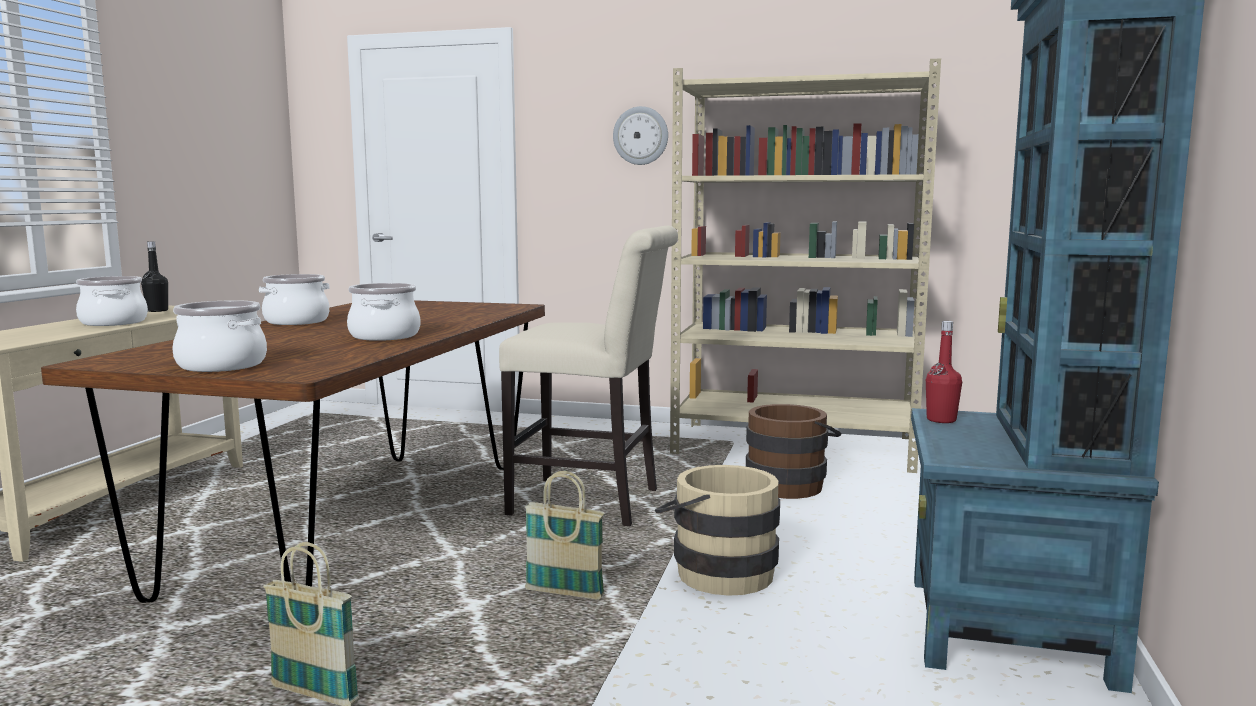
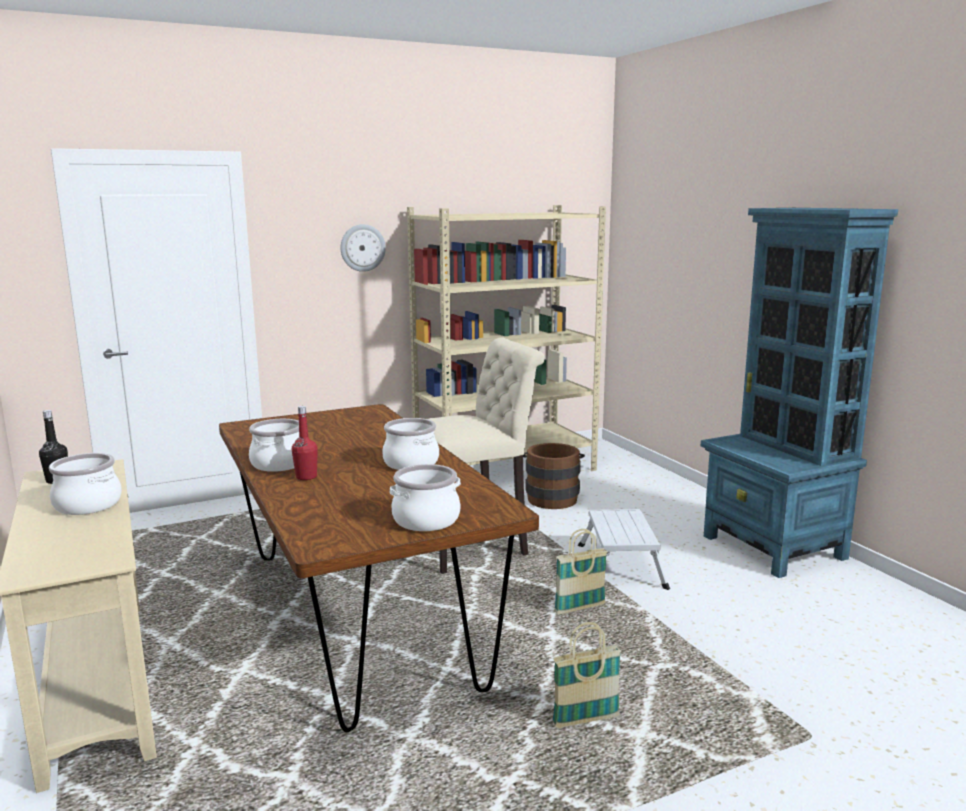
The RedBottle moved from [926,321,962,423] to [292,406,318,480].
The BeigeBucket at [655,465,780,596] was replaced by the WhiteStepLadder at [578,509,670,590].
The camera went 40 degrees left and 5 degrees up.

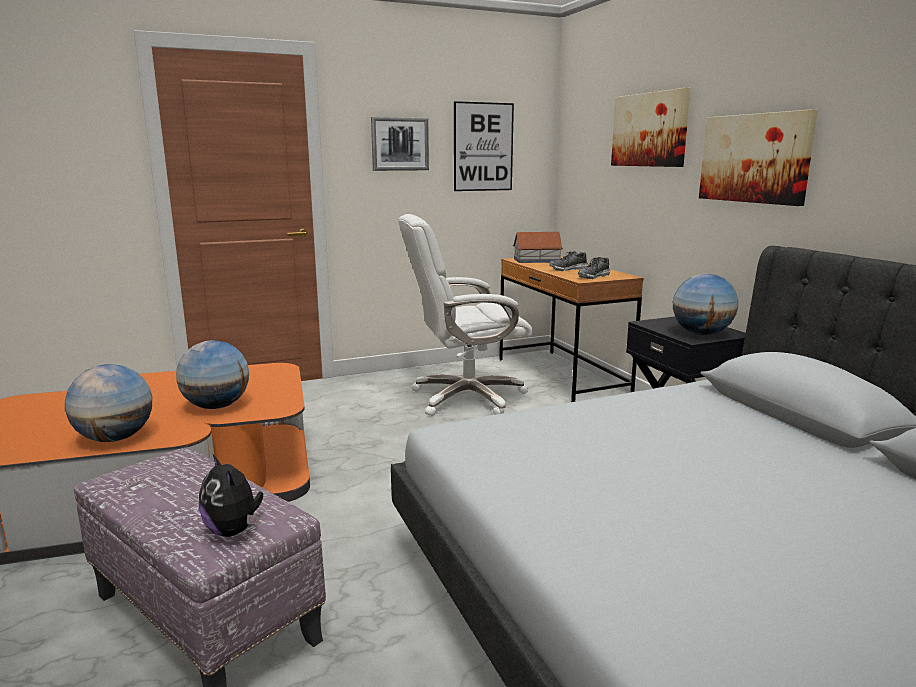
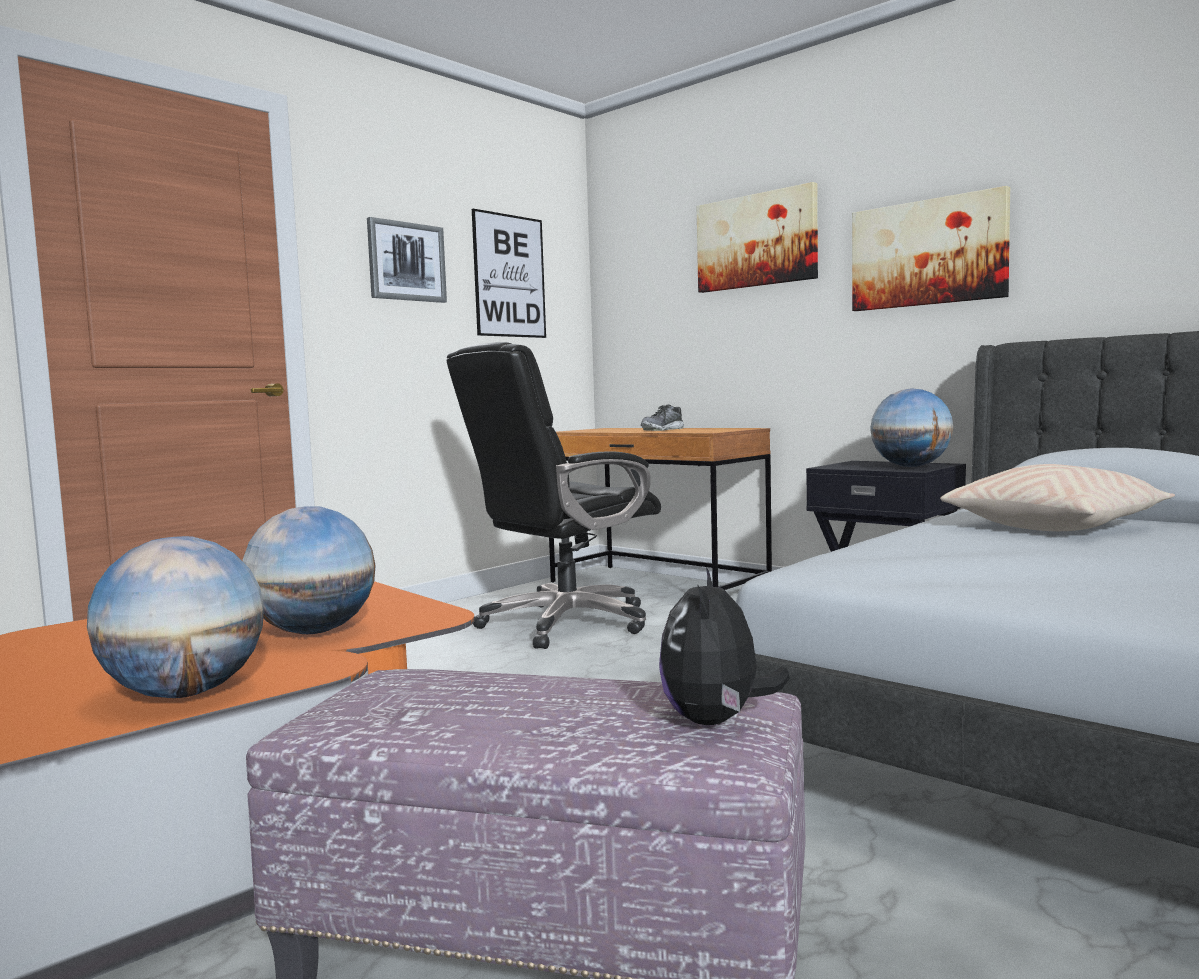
The WhiteOfficeChair at [398,214,533,416] became the BlackOfficeChair at [446,342,661,649].
The PlushToy at [199,454,263,537] turned 75 degrees clockwise.
The BeigePillow at [940,464,1175,531] appeared.
The ToyHouse at [513,232,563,263] disappeared.
The Shoe at [578,257,610,279] disappeared.
The camera went 25 degrees left and 10 degrees down.

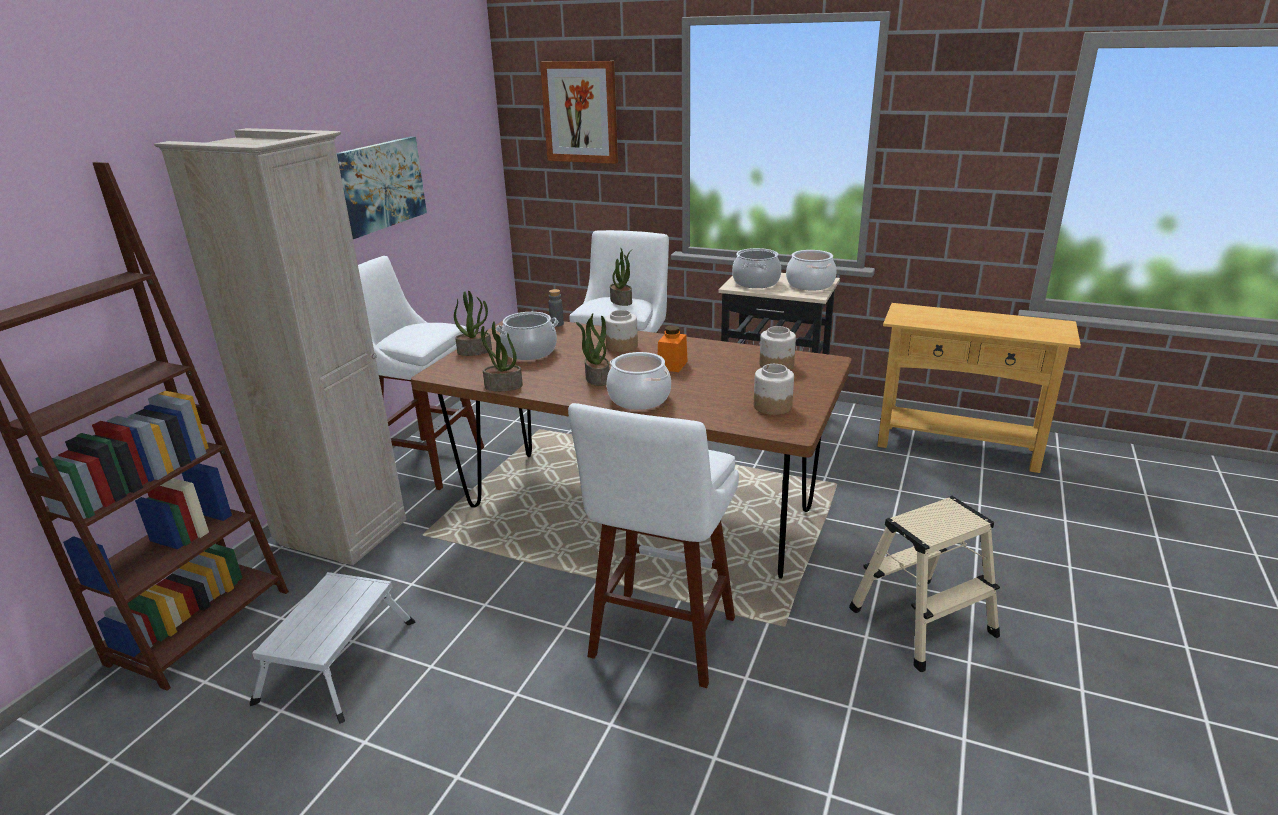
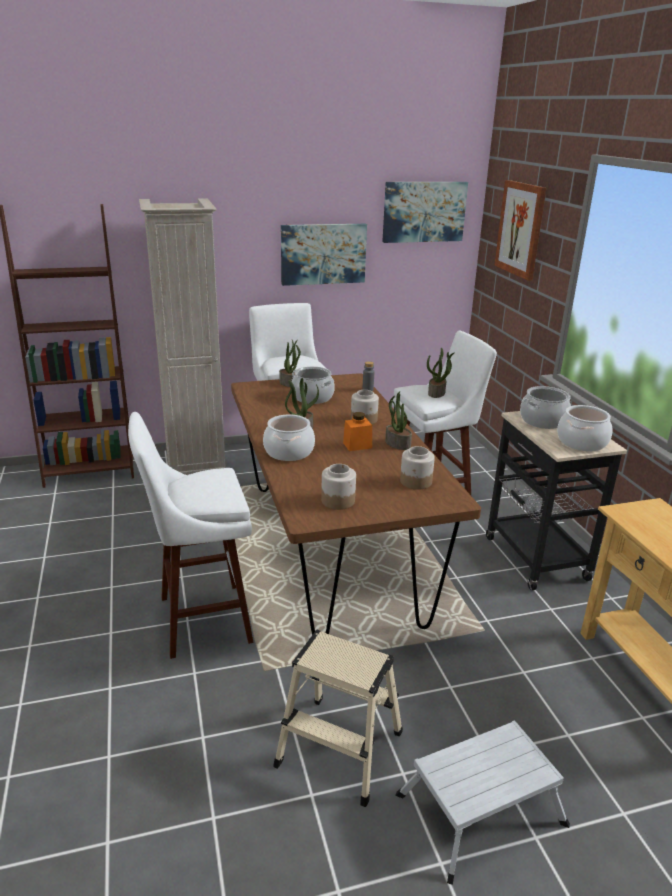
The Picture at [382,182,468,243] appeared.
The PottedPlant moved from [481,321,523,391] to [385,392,412,450].
The WhiteStepLadder moved from [250,572,416,724] to [395,720,570,885].
The camera went 50 degrees right and 0 degrees up.

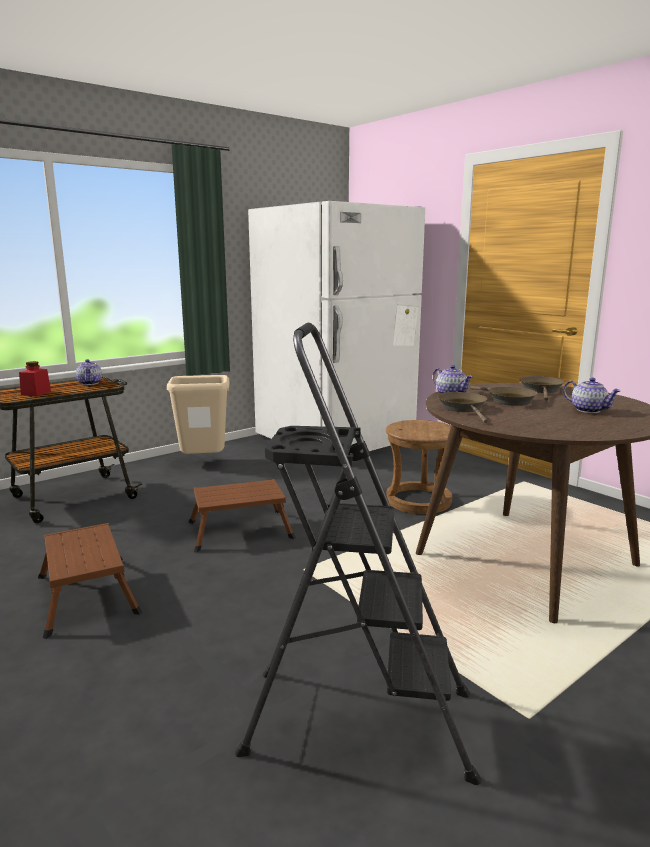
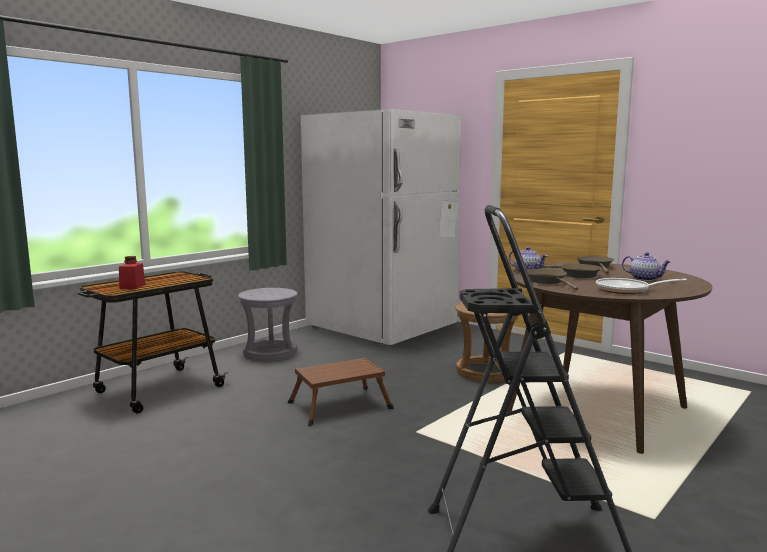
The BeigeTrashCan at [167,375,230,454] was replaced by the GreyStool at [238,288,298,361].
The FryingPan at [596,278,687,294] appeared.
The BrownStepLadder at [38,523,142,639] disappeared.
The Teapot at [76,359,102,385] disappeared.
The camera went 10 degrees left and 5 degrees down.

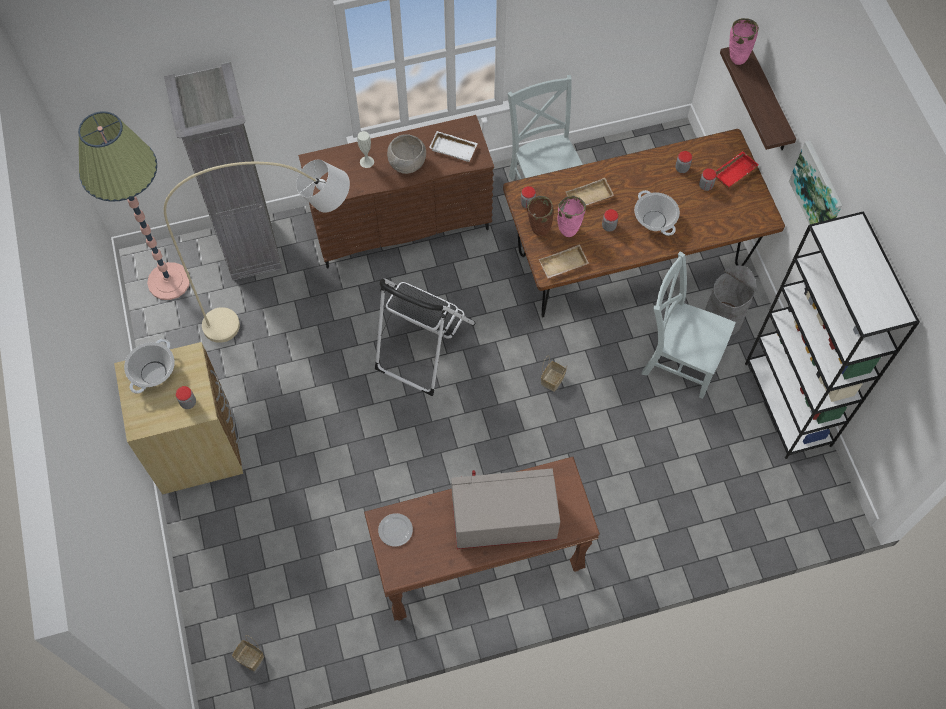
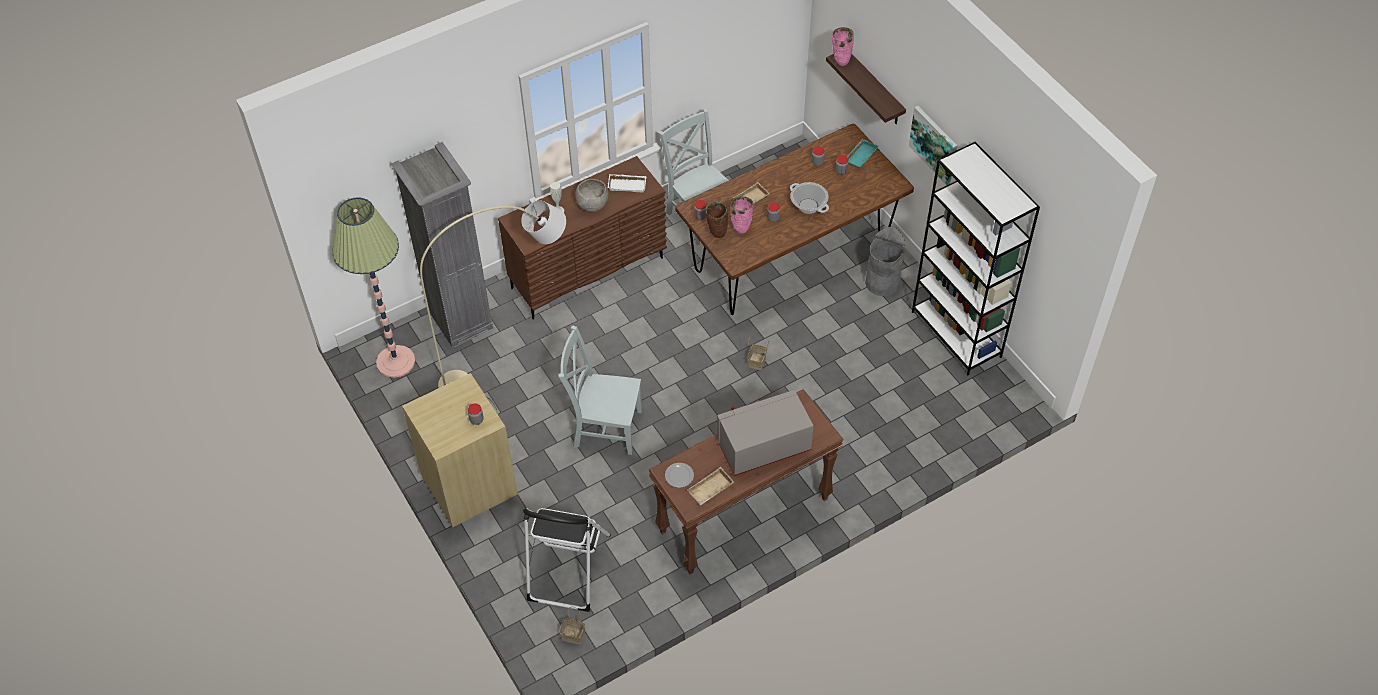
The StepLadder moved from [375,279,475,396] to [523,508,611,612].
The GreyChair moved from [642,251,736,399] to [558,325,642,455].
The BeigeTray moved from [539,245,589,278] to [687,467,734,505].
The RedTray at [715,151,758,188] became the TurquoiseTray at [847,139,878,169].
The CookingPot at [124,339,175,394] disappeared.
The camera went 15 degrees left and 10 degrees down.

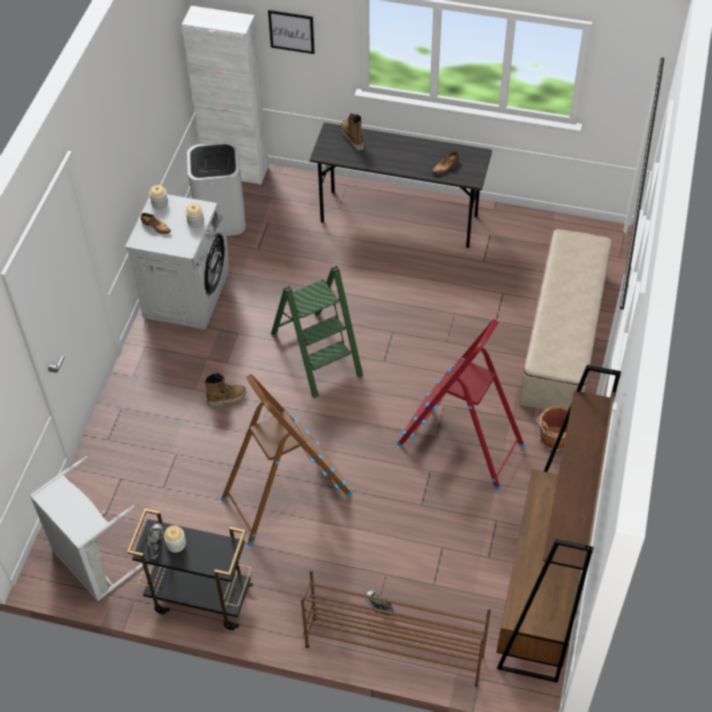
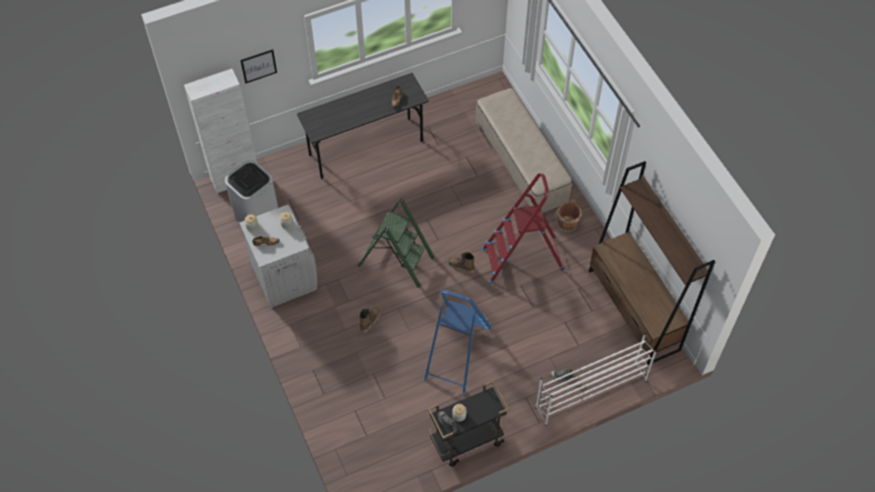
The BrownStepLadder at [221,374,352,546] became the BlueStepLadder at [424,289,492,395].
The Boot moved from [341,113,364,151] to [448,252,475,273].
The BrownShoeRack at [301,570,491,687] became the WhiteShoeRack at [535,333,657,426].
The GreyLaundryBasket at [30,456,143,601] disappeared.
The camera went 40 degrees left and 5 degrees up.

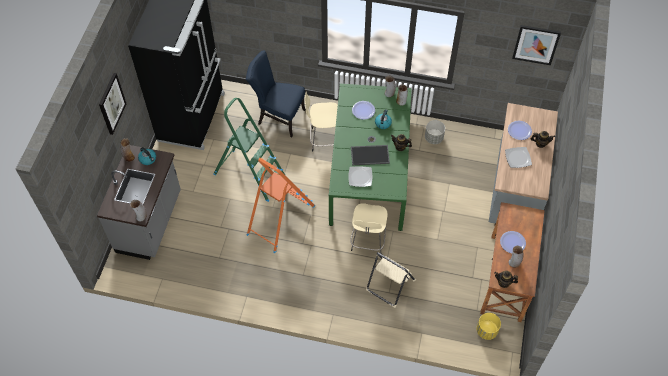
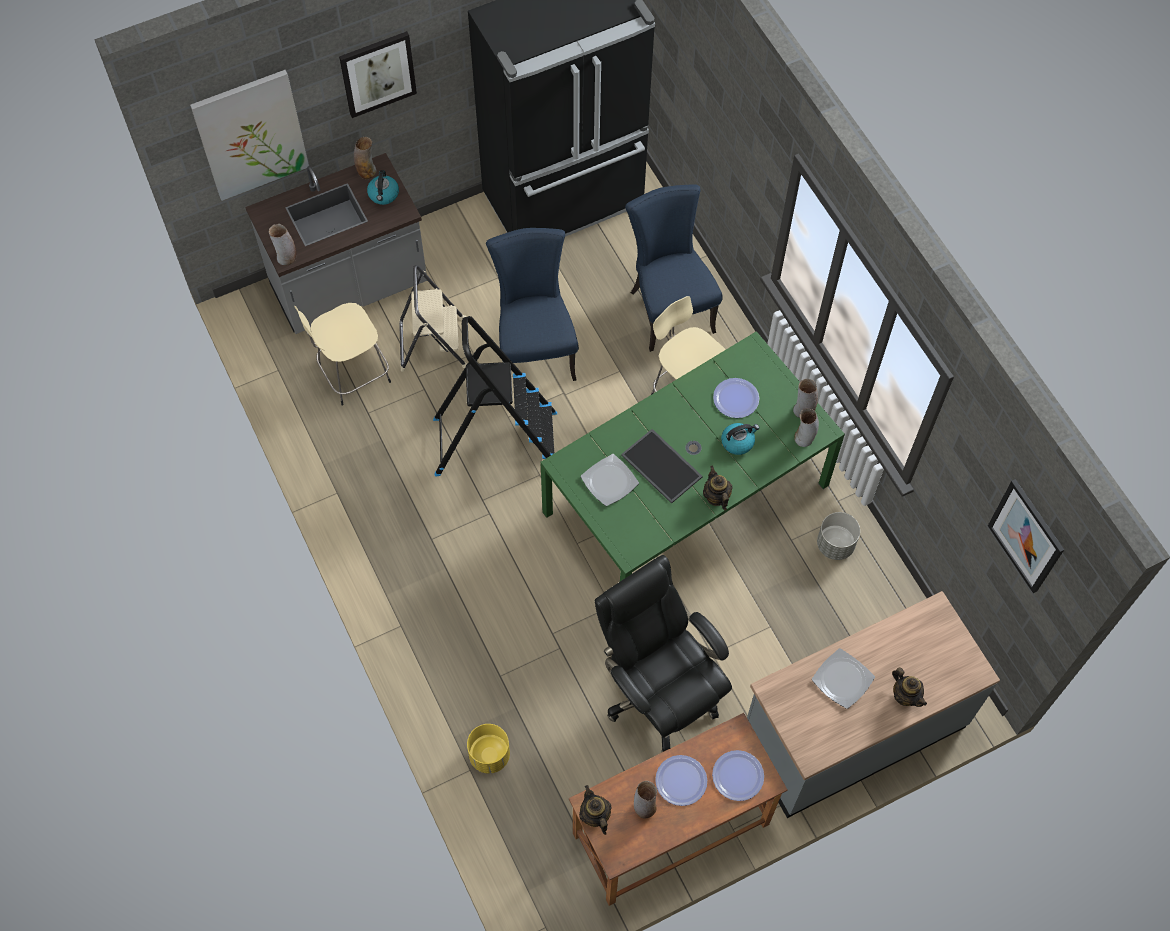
The Picture at [190,70,309,201] appeared.
The BeigeStool moved from [351,204,388,254] to [294,303,391,406].
The BeigeStepLadder moved from [366,252,416,308] to [399,265,468,372].
The OrangeStepLadder at [247,158,315,253] became the BlackStepLadder at [433,316,557,476].
The YellowPlanter moved from [477,313,501,340] to [467,724,510,774].
The GreenStepLadder at [214,98,286,202] was replaced by the BlueChair at [486,228,579,381].
The BlackOfficeChair at [595,555,732,752] appeared.
The Plate moved from [508,121,532,140] to [712,750,764,801].
The camera went 50 degrees right and 5 degrees up.

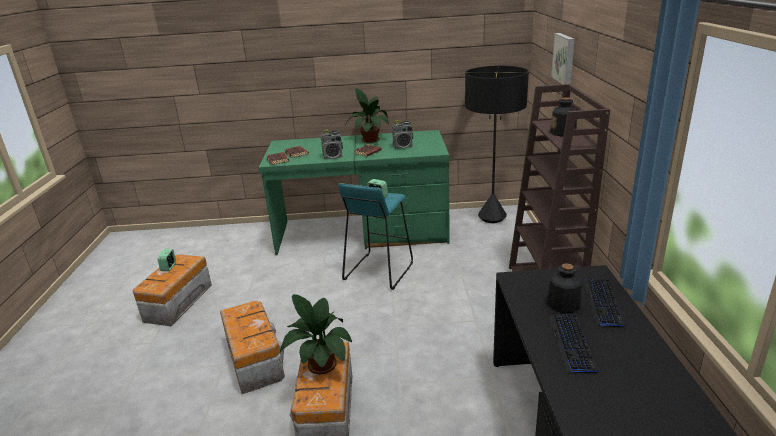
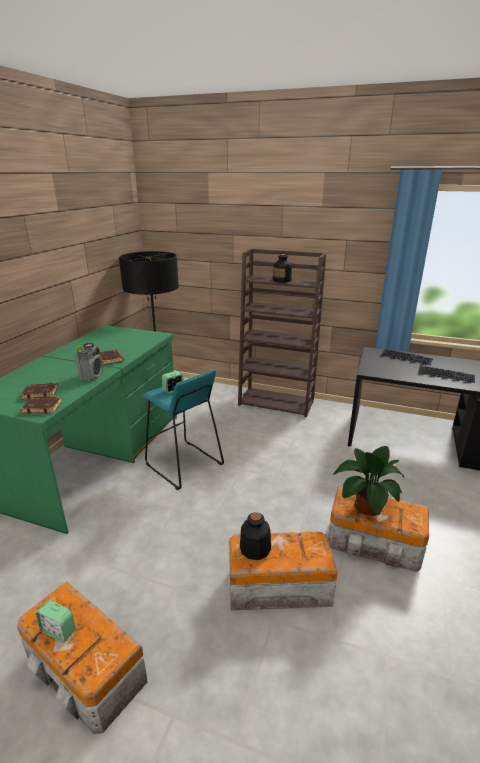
The Bottle moved from [547,263,582,313] to [240,512,271,560].
The PottedPlant at [346,88,389,143] disappeared.
The Radio at [392,120,413,149] disappeared.
The Picture at [551,33,575,84] disappeared.
The camera went 70 degrees left and 0 degrees up.

